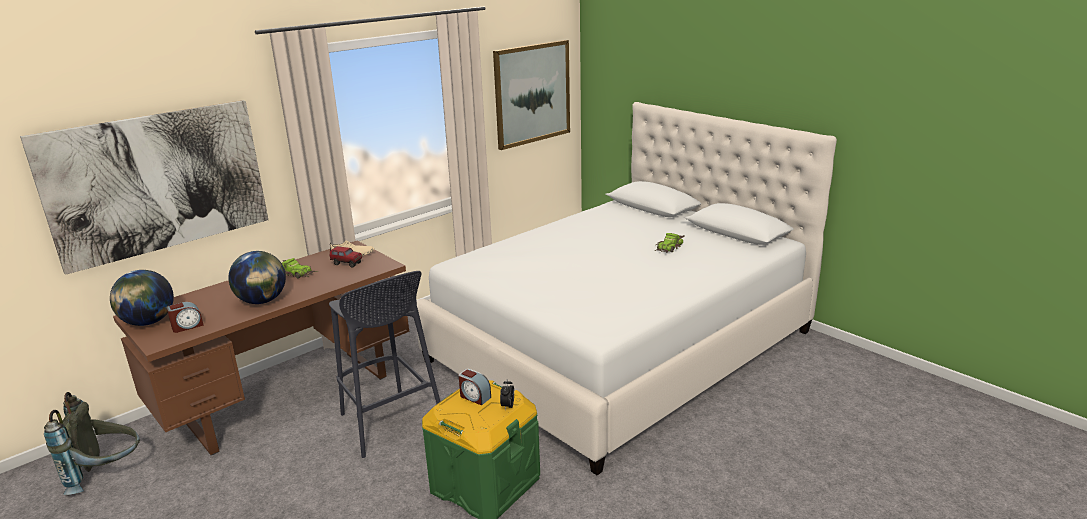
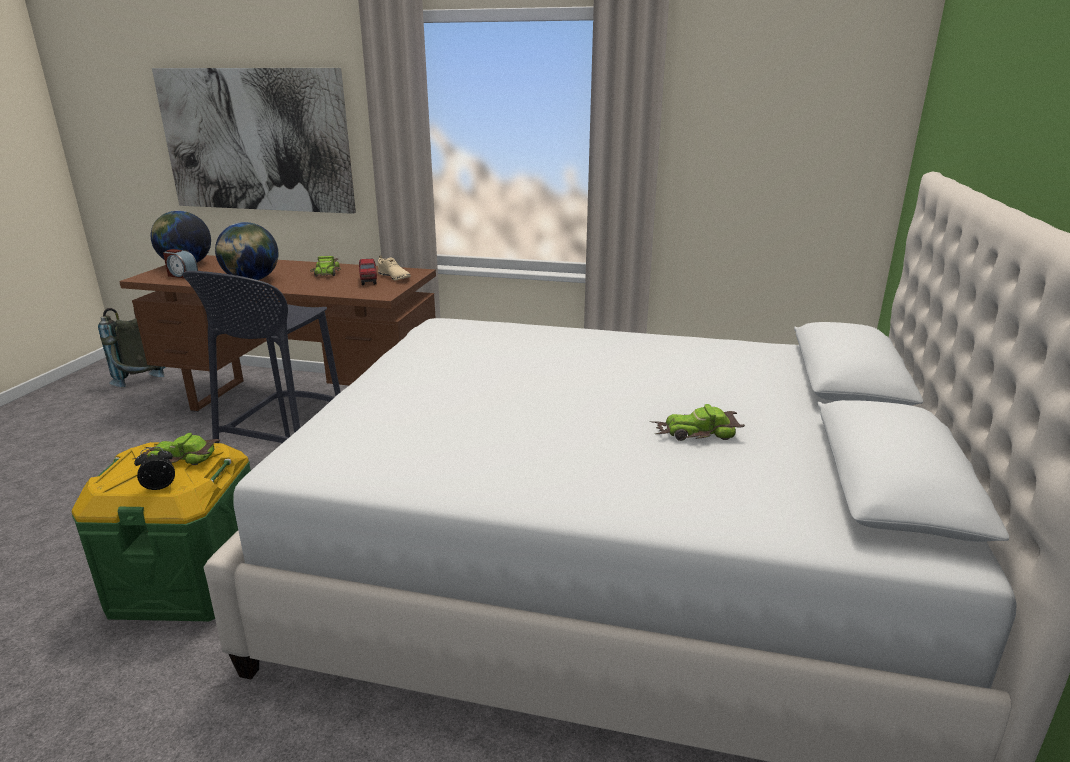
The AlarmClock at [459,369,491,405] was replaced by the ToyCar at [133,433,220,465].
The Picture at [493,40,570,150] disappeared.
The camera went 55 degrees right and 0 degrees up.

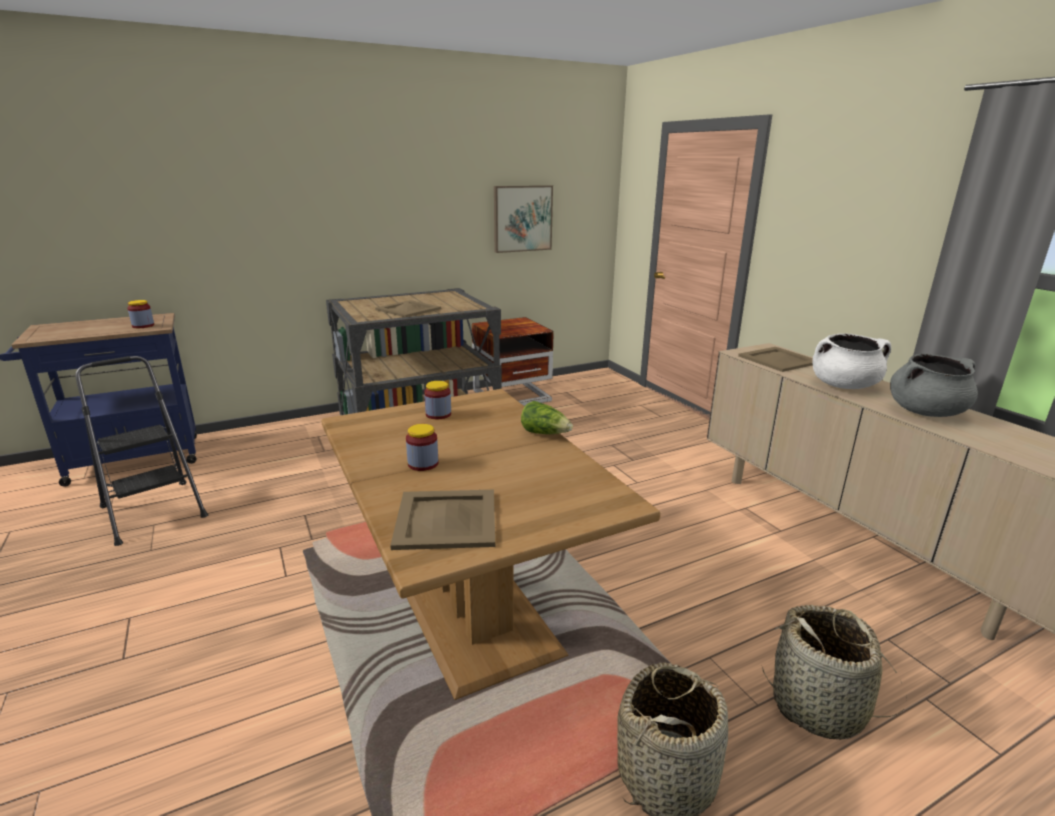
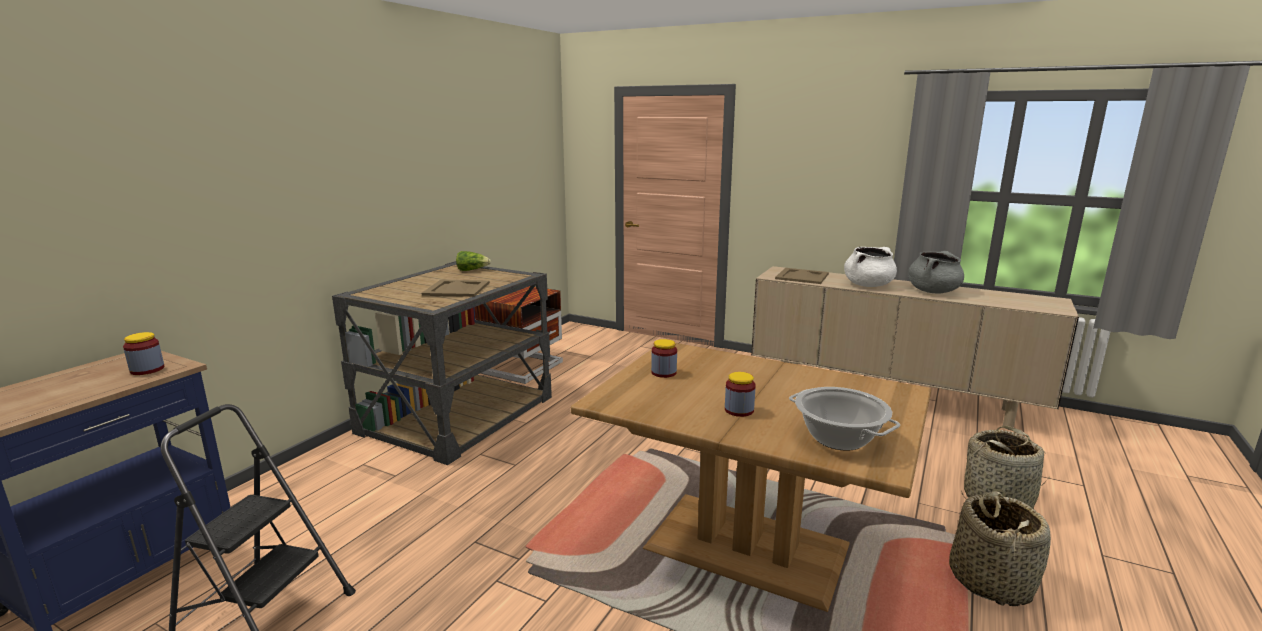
The Lettuce moved from [521,401,573,434] to [456,251,491,271].
The BeigeTray at [390,490,495,550] was replaced by the CookingPot at [789,387,900,451].
The Picture at [494,185,553,253] disappeared.
The camera went 35 degrees left and 5 degrees down.

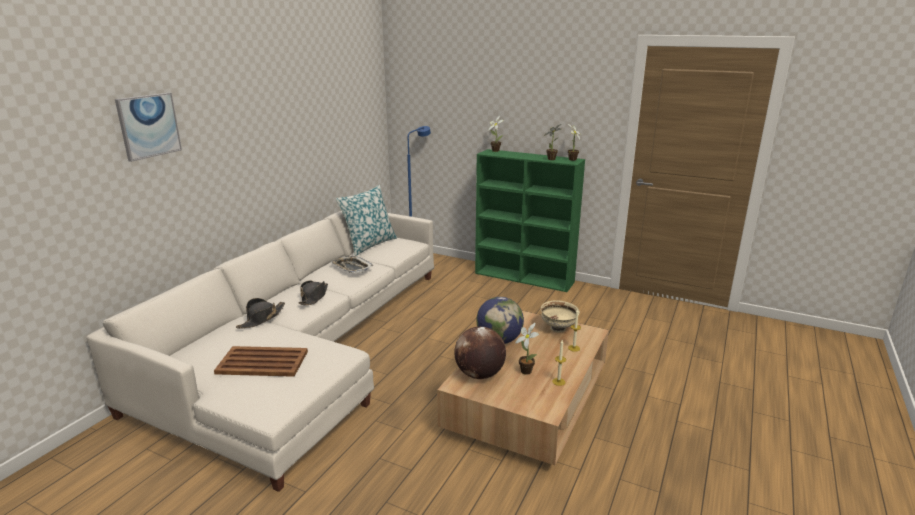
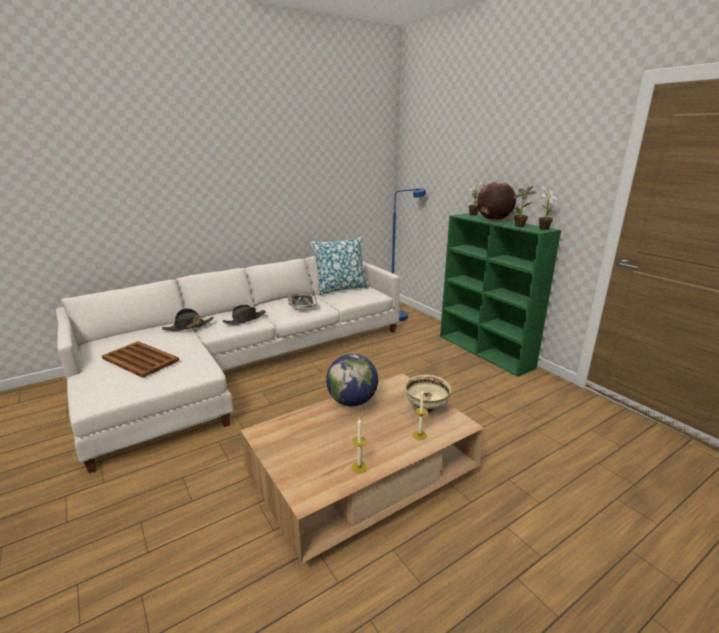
The Globe moved from [454,326,506,379] to [477,182,516,221].
The Picture at [115,93,182,162] disappeared.
The PottedPlant at [515,323,539,375] disappeared.
The camera went 30 degrees right and 0 degrees up.

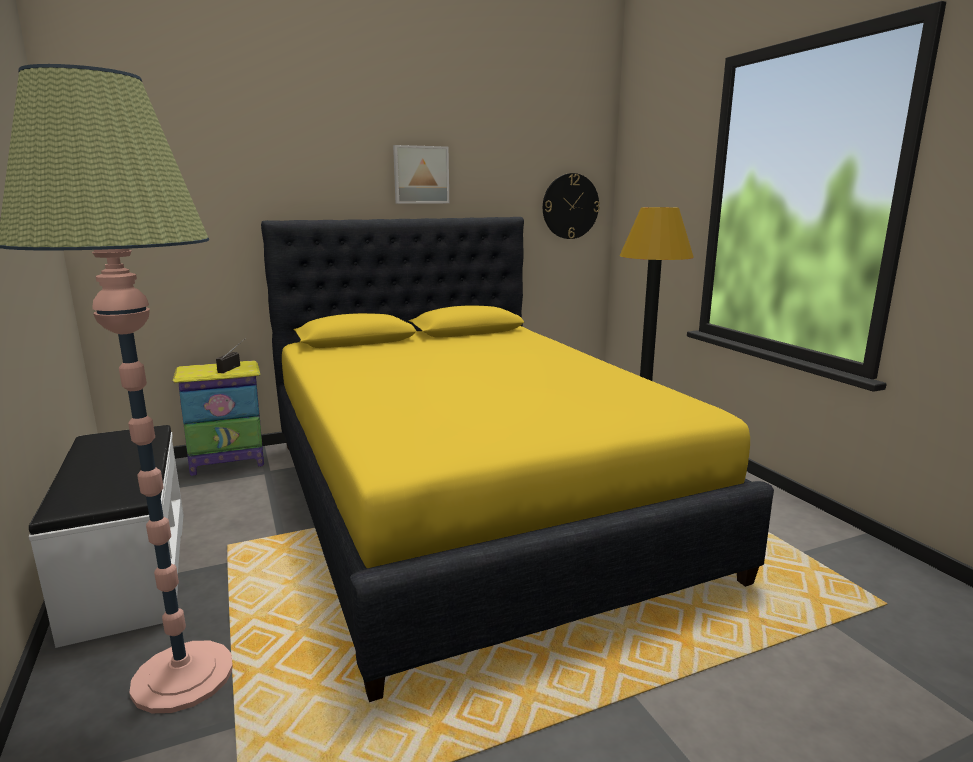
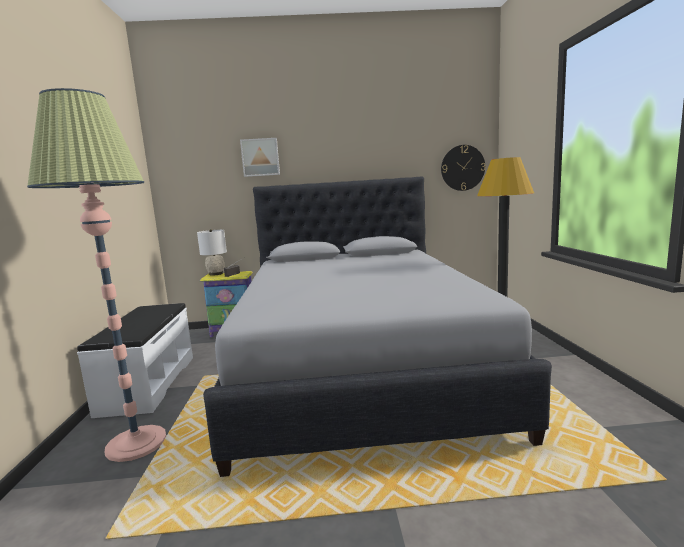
The WhiteTableLamp at [197,229,227,276] appeared.
The YellowBed at [261,217,774,702] became the GreyBed at [203,177,552,477].
The Picture moved from [393,145,449,204] to [240,138,280,177].
The camera went 20 degrees right and 5 degrees down.

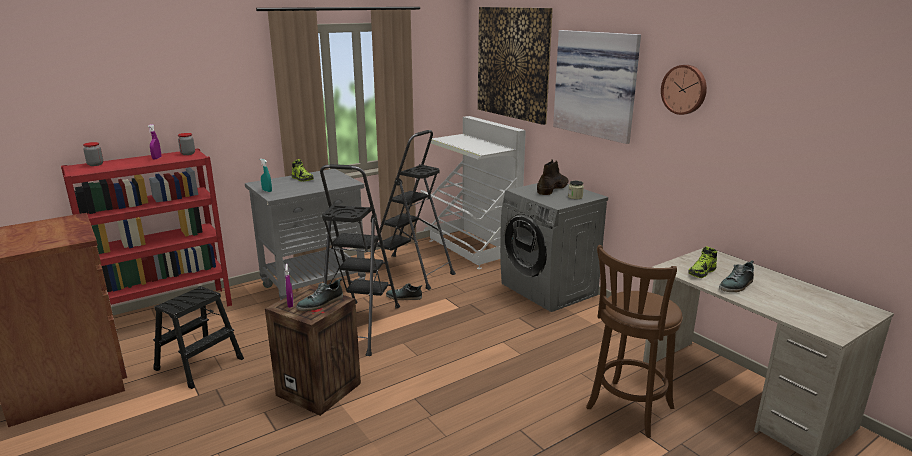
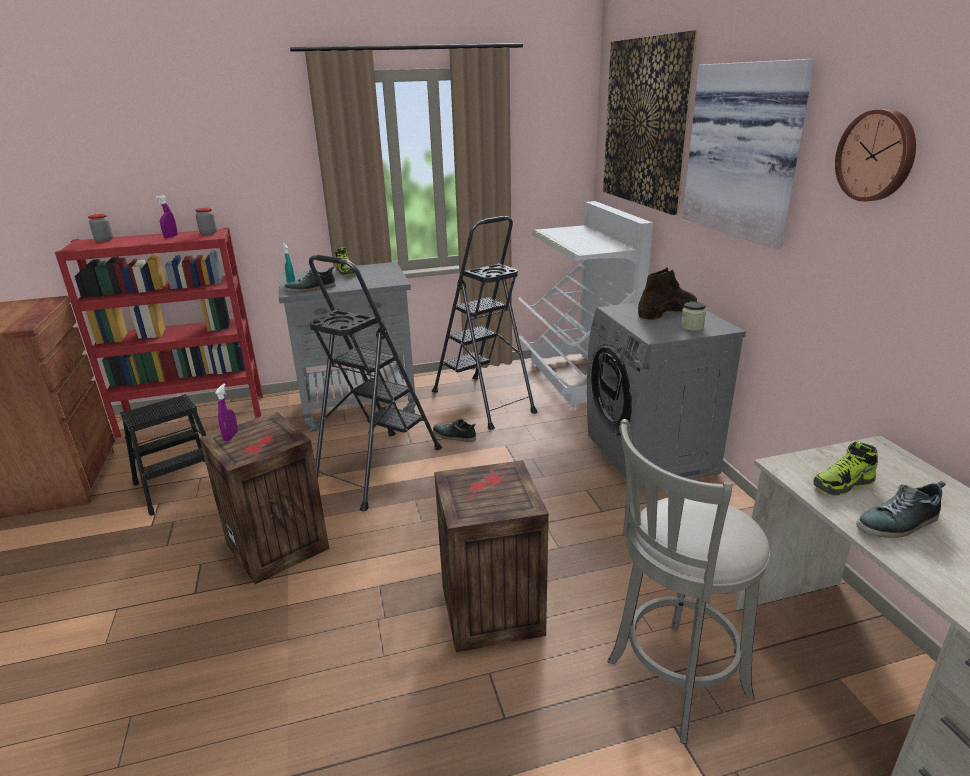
The Shoe moved from [296,278,343,311] to [284,266,336,292].
The Crate at [434,460,549,652] appeared.
The BrownStool at [586,245,683,438] became the GreyStool at [608,419,770,744].
The camera went 20 degrees right and 5 degrees up.

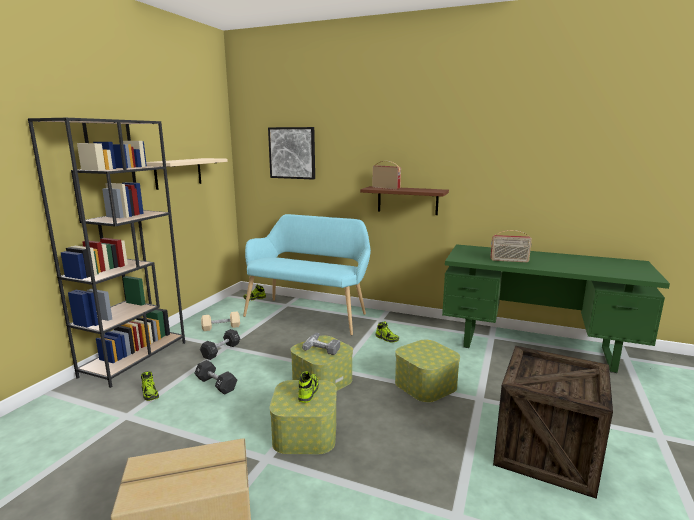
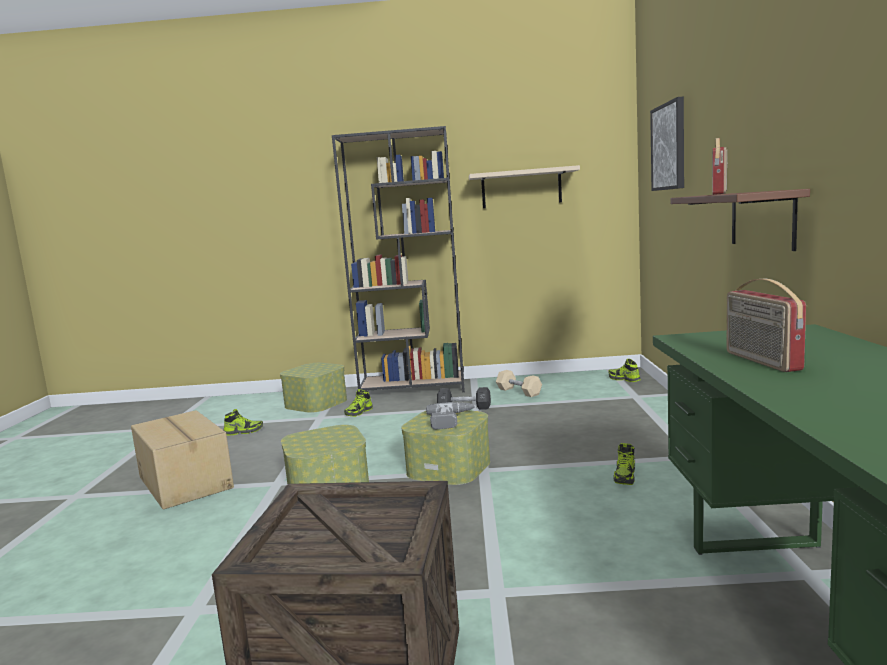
The Shoe moved from [298,371,319,403] to [224,409,263,435].
The StorageBox moved from [395,340,460,402] to [280,363,347,413].
The BlackDumbbell at [194,360,237,395] disappeared.
The TurquoiseBench at [243,214,371,335] disappeared.
The camera went 70 degrees right and 5 degrees down.

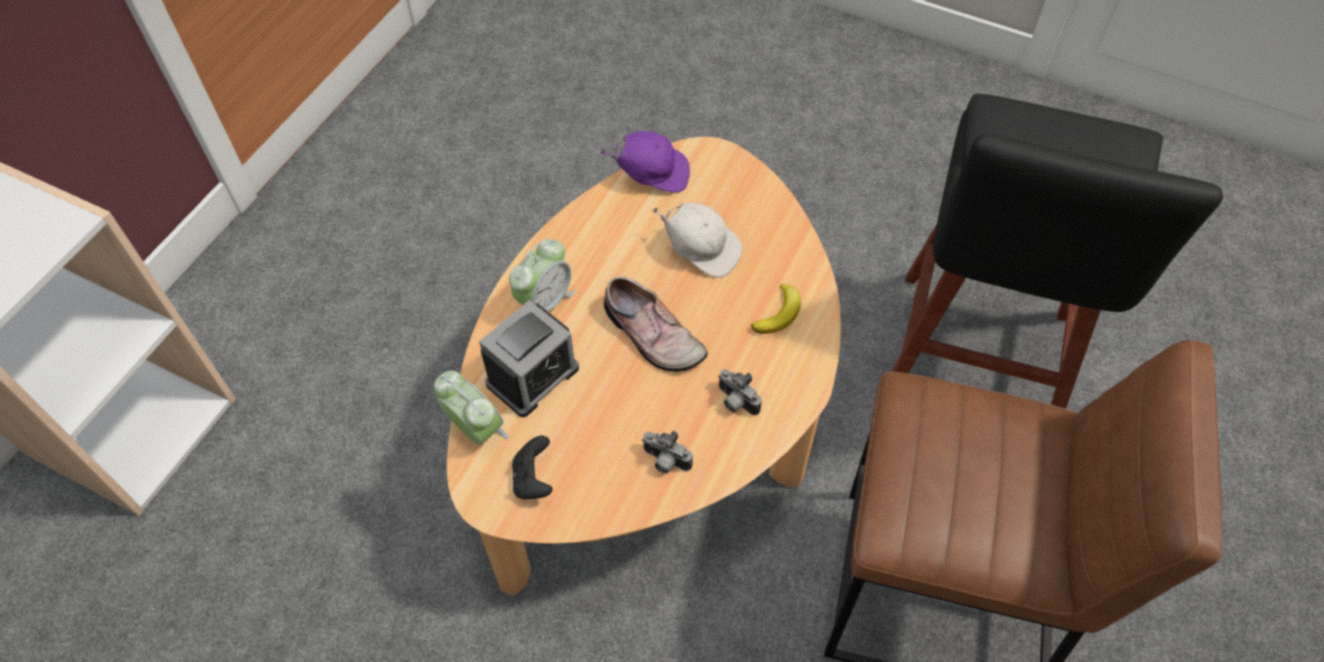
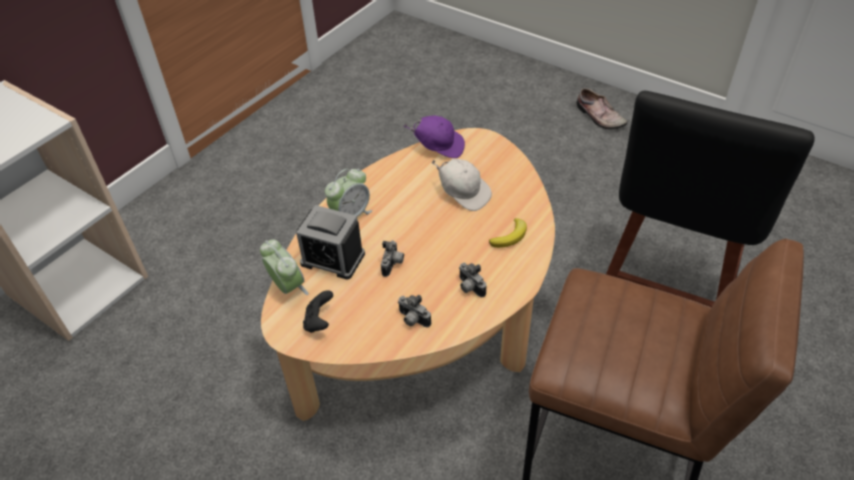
The AlarmClock at [479,300,579,417] turned 60 degrees clockwise.
The PhotoCamera at [381,240,404,277] appeared.
The Shoe moved from [604,276,708,372] to [576,88,627,129].
The camera went 10 degrees right and 10 degrees down.

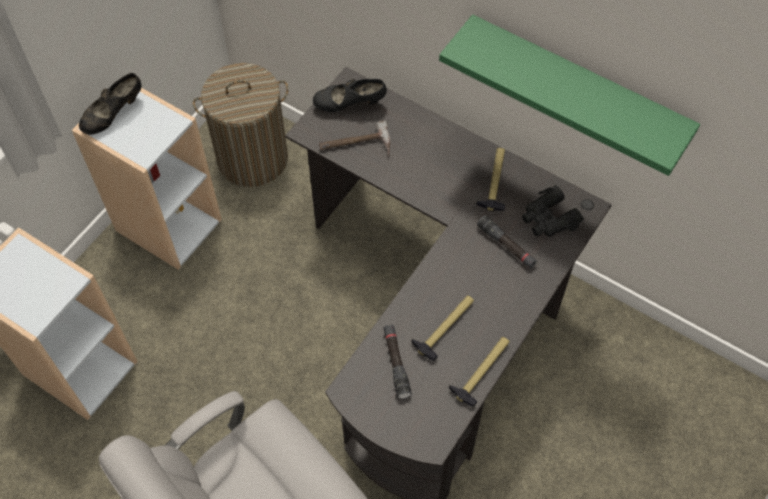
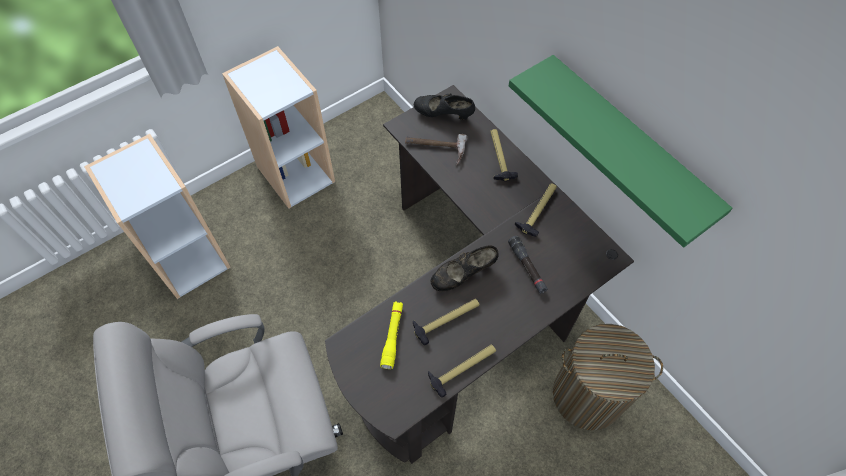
The BlackFlashlight at [384,325,412,399] became the YellowFlashlight at [380,301,403,369].
The BlackShoe moved from [79,73,142,135] to [430,245,499,291].
The Hammer at [490,129,518,181] appeared.
The LaundryBasket moved from [193,63,289,187] to [553,324,663,430].
The BlackBinoculars at [522,185,584,237] disappeared.
The camera went 20 degrees right and 0 degrees up.

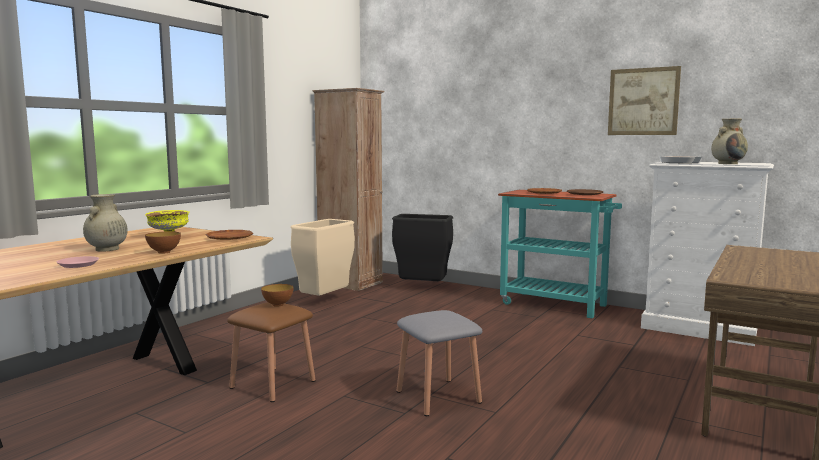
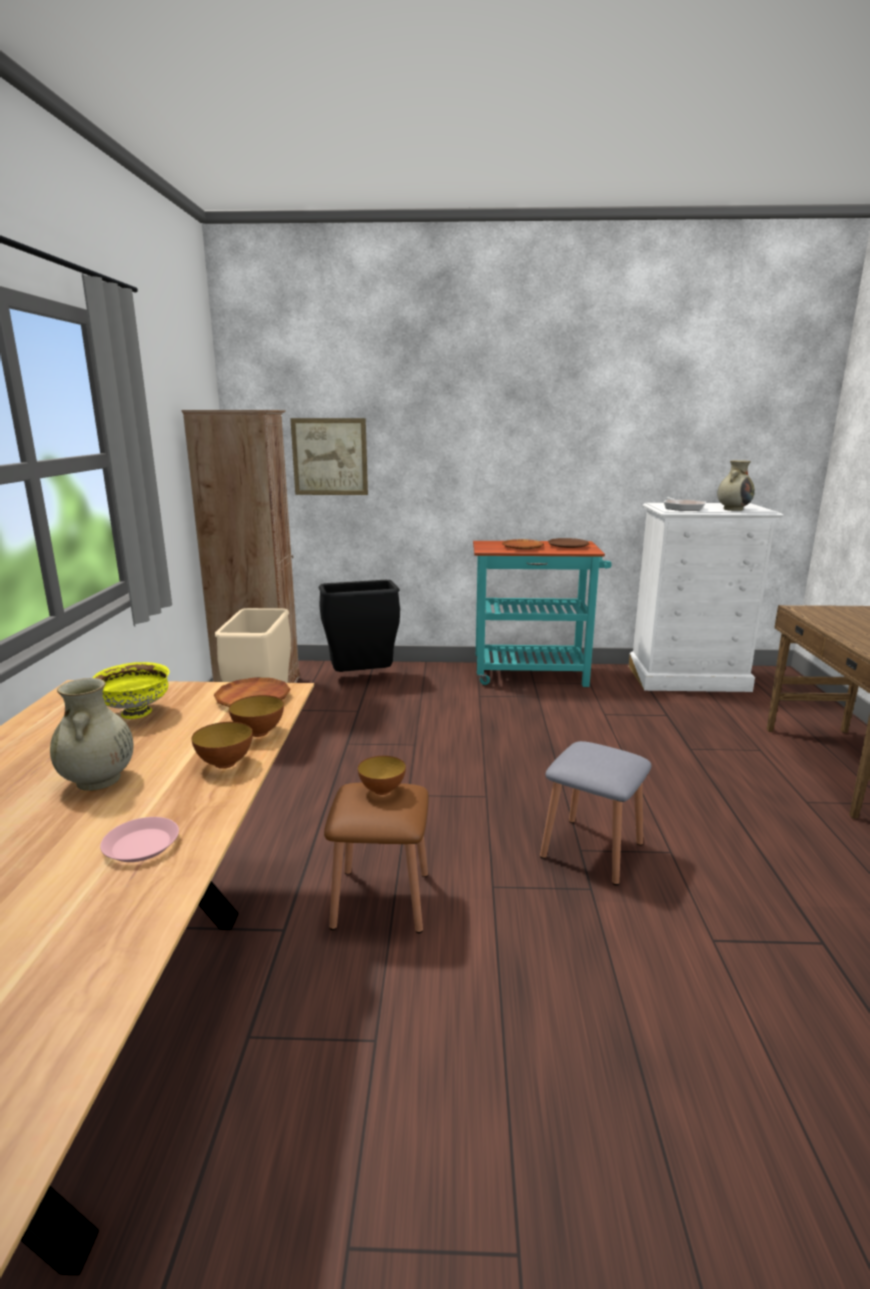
The Bowl at [229,695,284,737] appeared.
The Picture moved from [608,66,681,135] to [290,418,368,495].
The camera went 30 degrees left and 10 degrees up.

